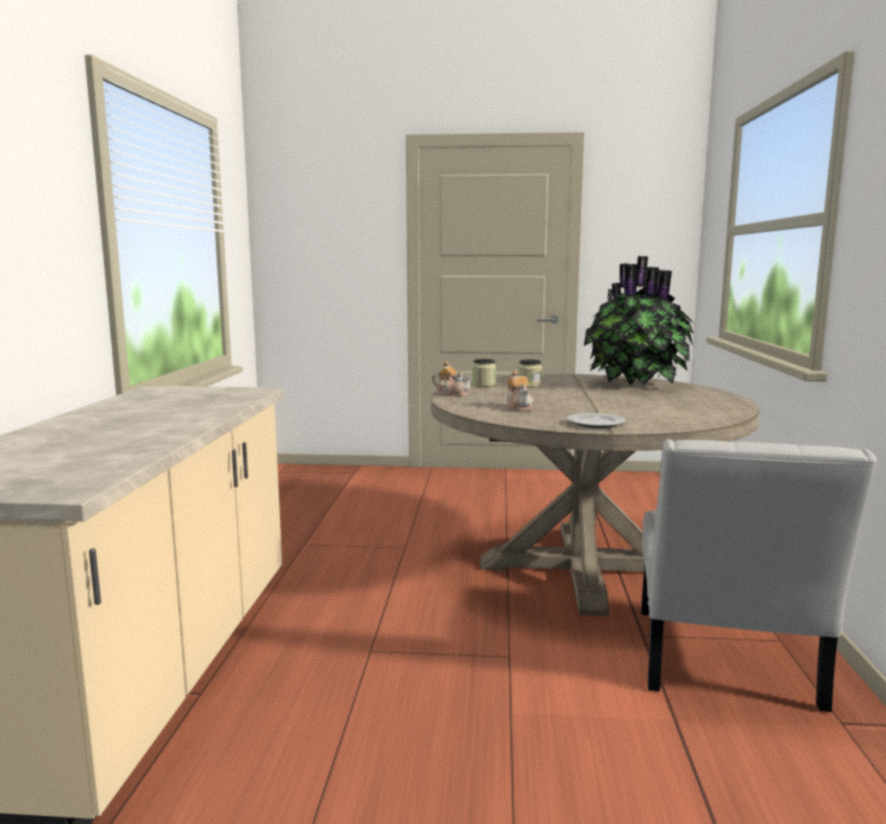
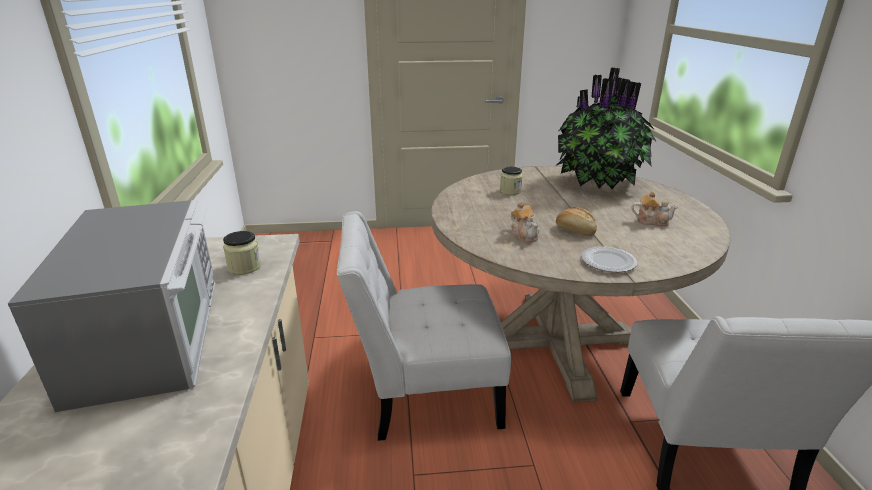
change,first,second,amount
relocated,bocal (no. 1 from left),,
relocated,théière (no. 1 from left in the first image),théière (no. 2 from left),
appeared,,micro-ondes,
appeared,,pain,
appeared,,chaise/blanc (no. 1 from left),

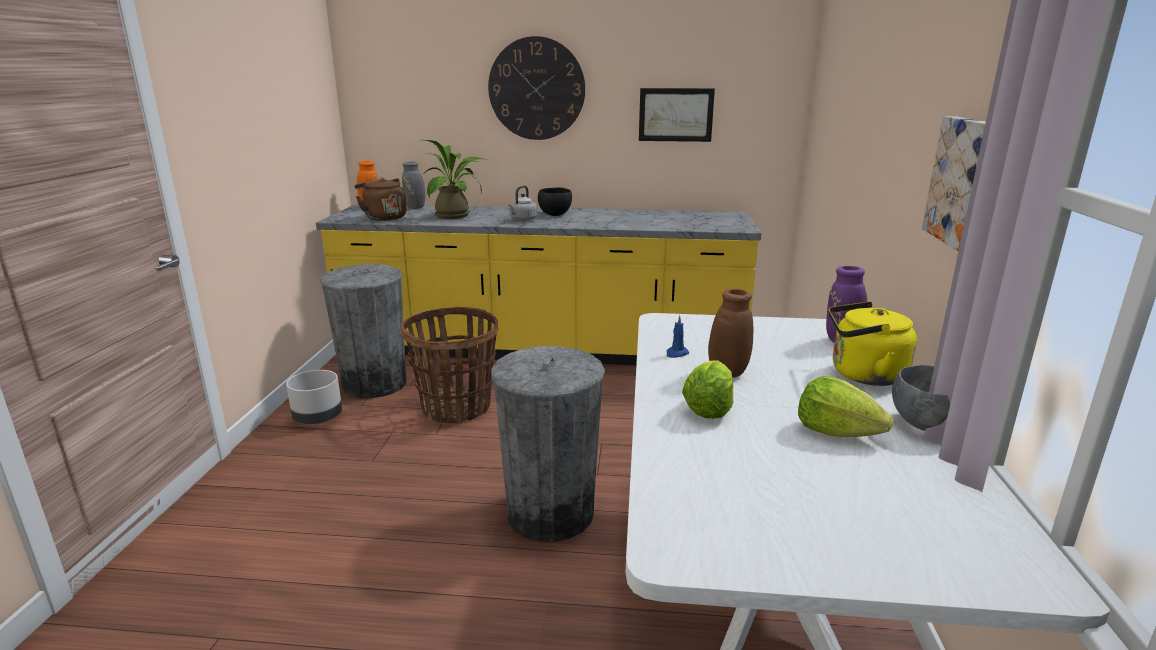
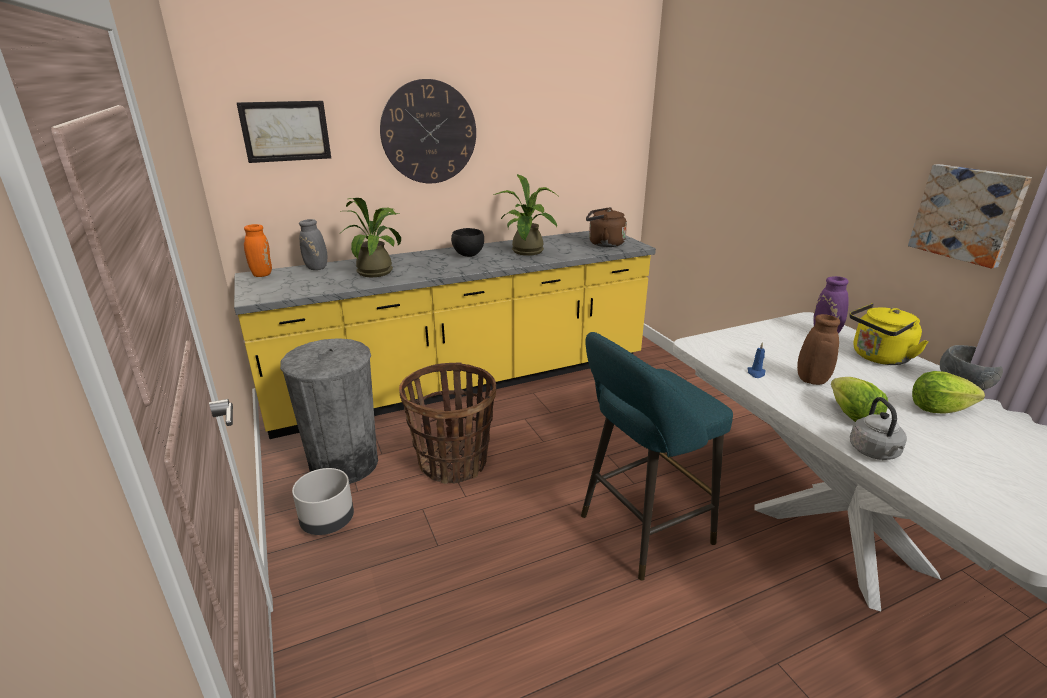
change,first,second,amount
relocated,tableau (no. 1 from left),,
relocated,bouilloire/marron,,
relocated,bouilloire/gris,,
exchanged,poubelle/gris (no. 2 from left),tabouret/turquoise,
appeared,,plante en pot (no. 2 from left),

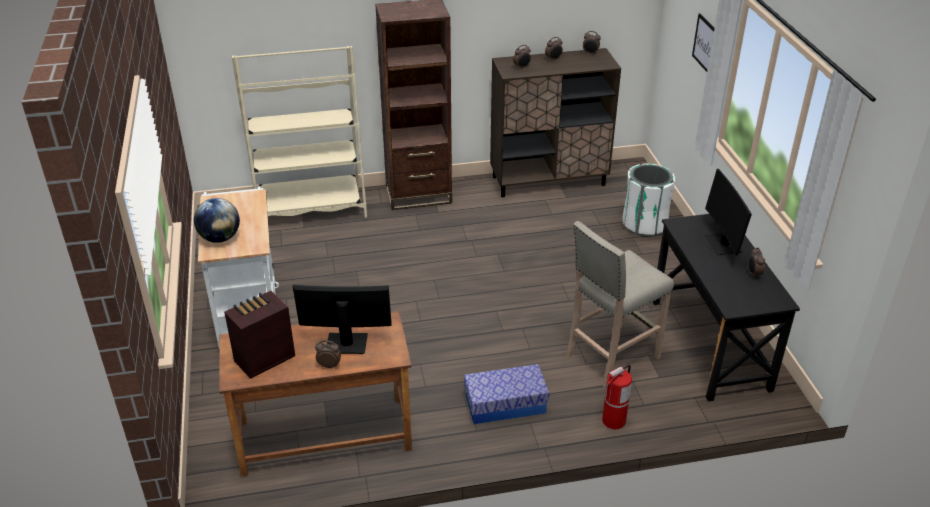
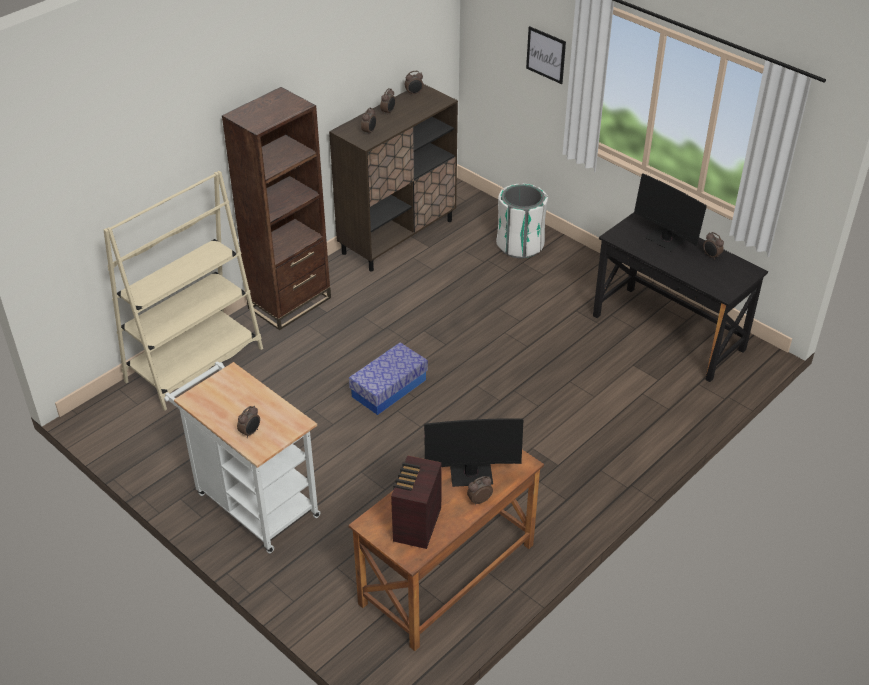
change,first,second,amount
exchanged,globe,réveil (no. 1 from left),
missing,tabouret/beige,,
spun,écran d'ordinateur (no. 1 from left),,150 degrees counterclockwise
relocated,boîte de rangement,,
missing,extincteur,,

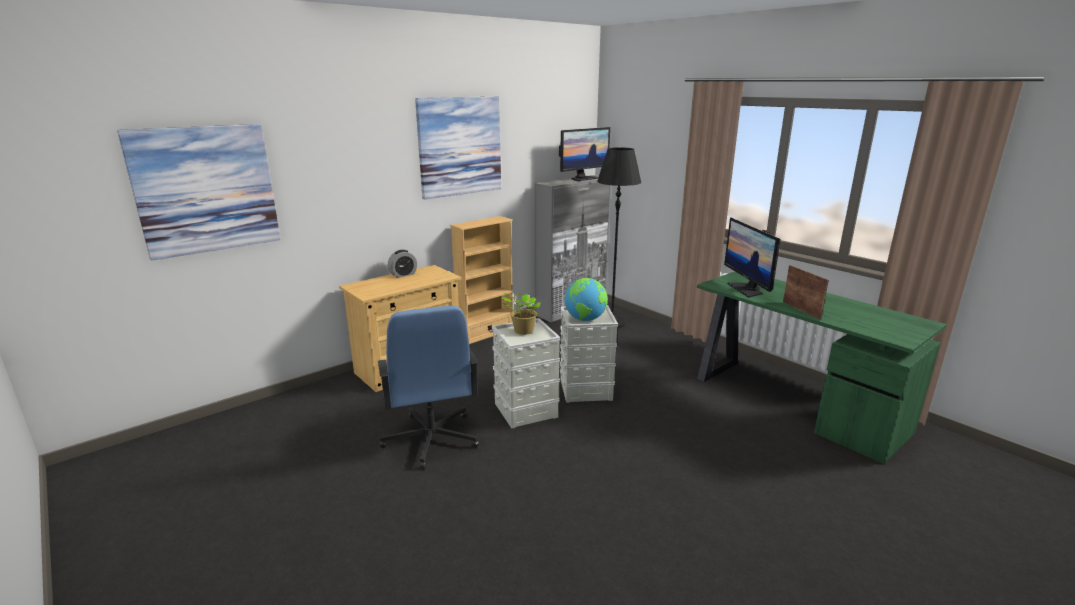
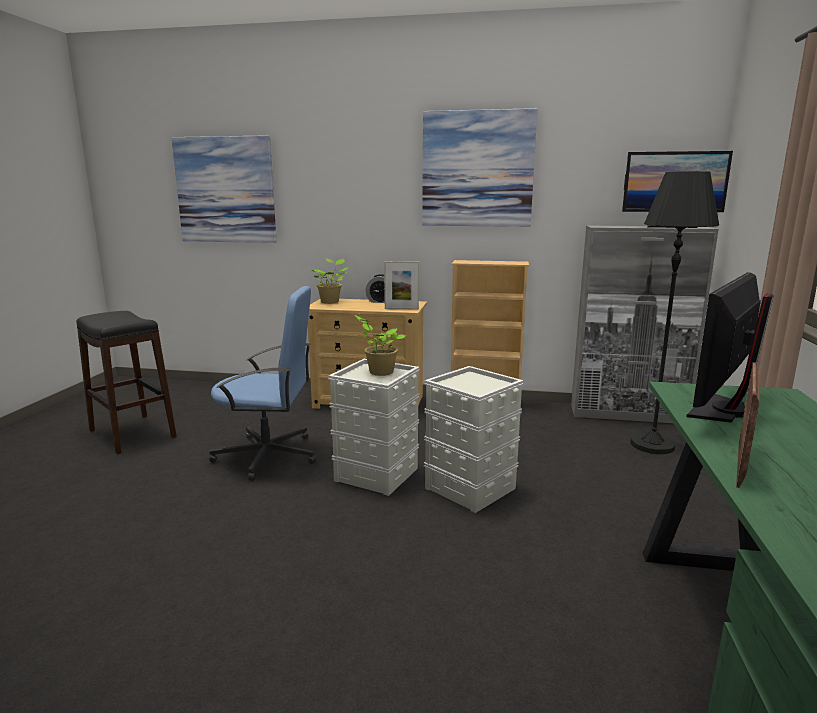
change,first,second,amount
missing,globe,,
spun,chaise de bureau/bleu,,120 degrees counterclockwise
appeared,,plante en pot (no. 1 from left),
appeared,,cadre photo (no. 1 from left),
appeared,,tabouret/noir,

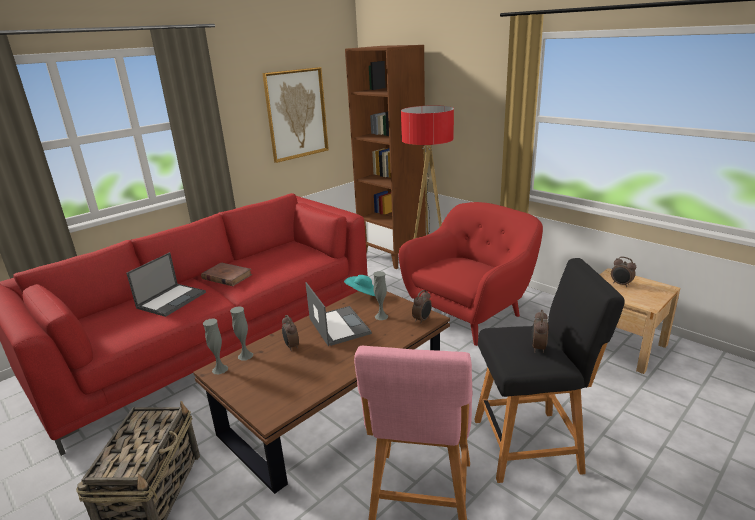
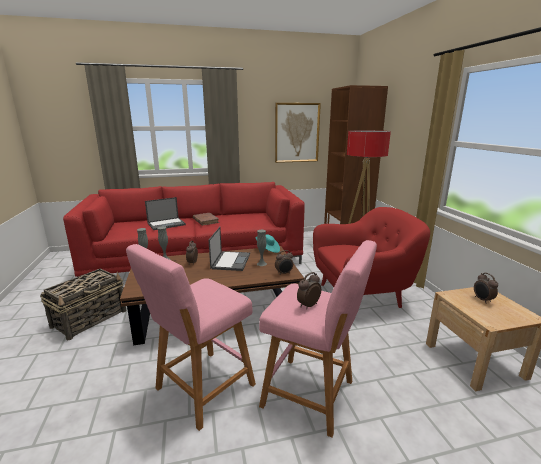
change,first,second,amount
colour,tabouret/noir,tabouret/rose (no. 2 from left),

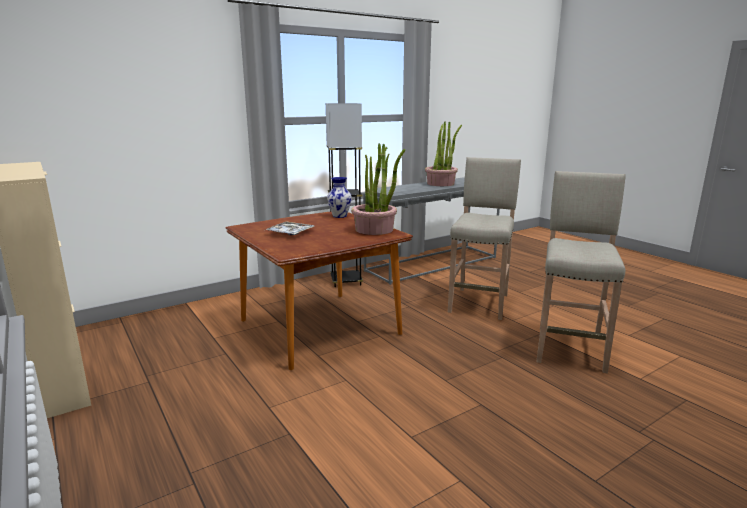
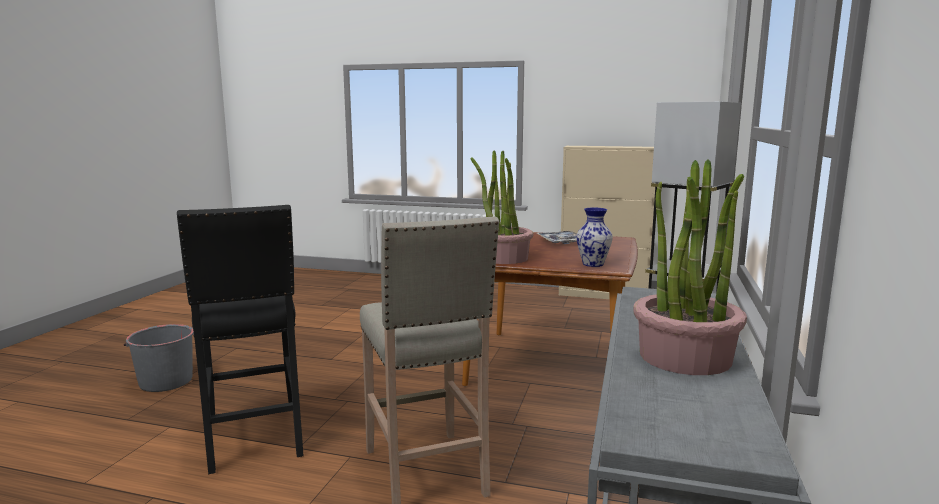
change,first,second,amount
colour,tabouret/beige (no. 2 from left),tabouret/noir,
appeared,,seau/gris,

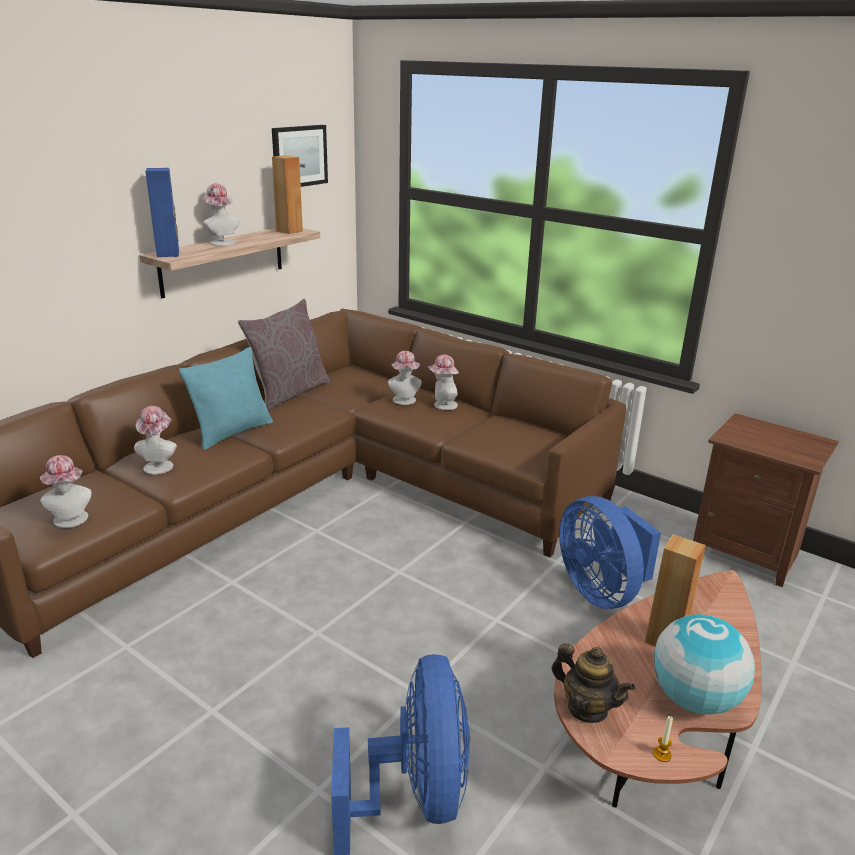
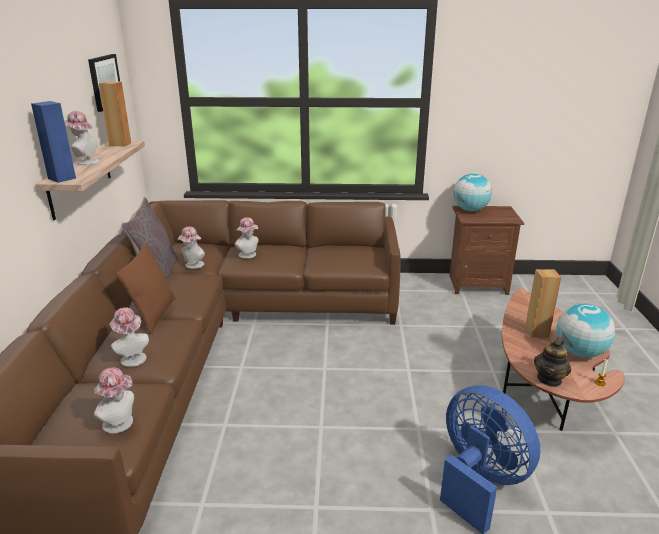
change,first,second,amount
colour,coussin/turquoise,coussin/marron,
relocated,chapeau (no. 5 from left in the first image),chapeau (no. 4 from left),
missing,ventilateur/bleu (no. 2 from left),,
spun,théière,,120 degrees clockwise
appeared,,globe (no. 1 from left),

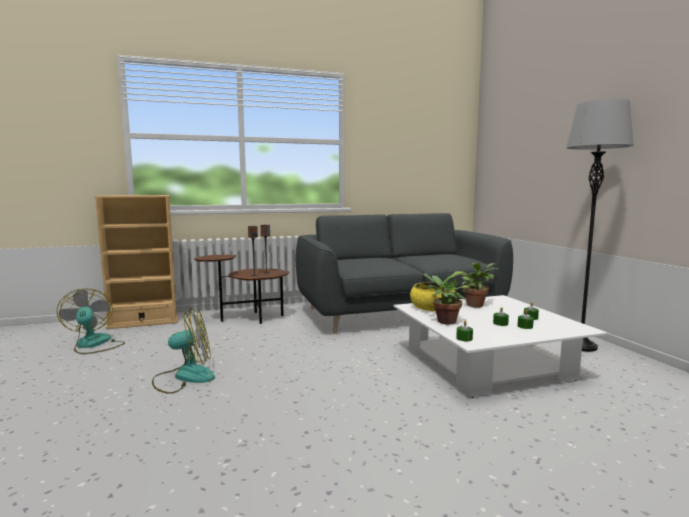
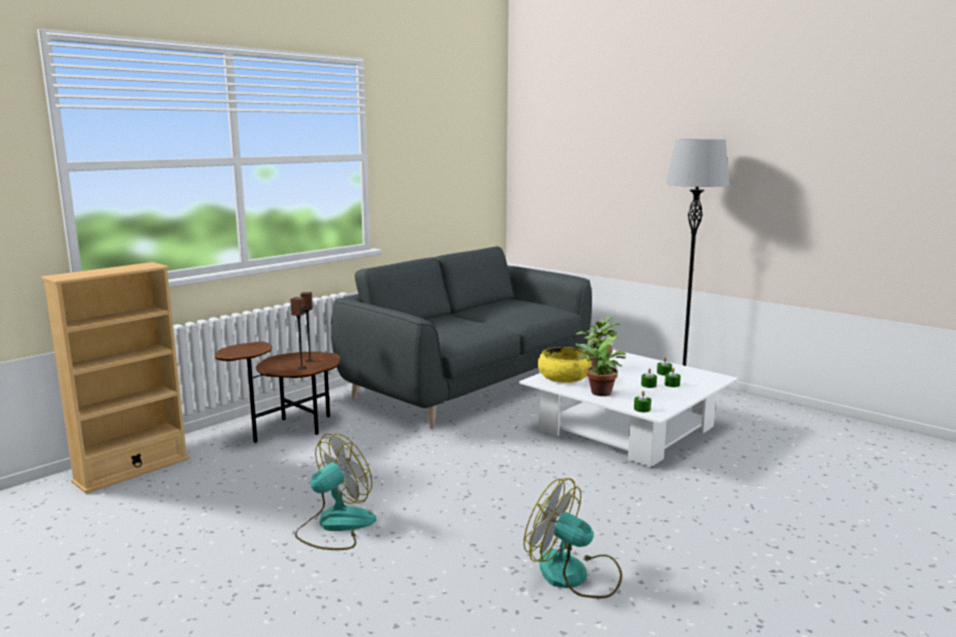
change,first,second,amount
relocated,ventilateur (no. 1 from left in the first image),ventilateur (no. 2 from left),

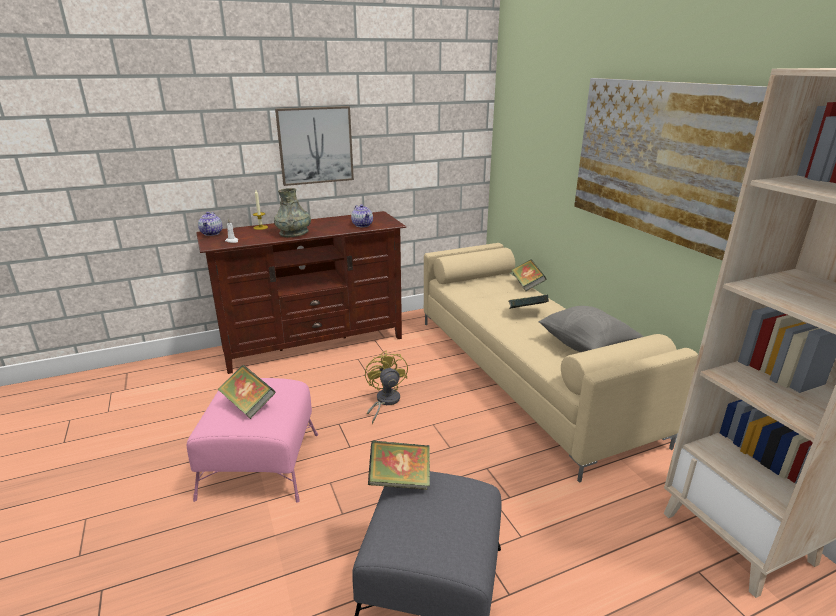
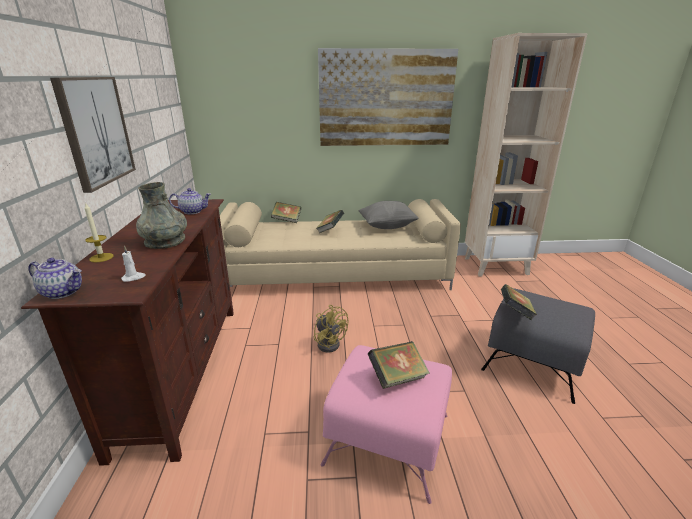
change,first,second,amount
spun,ventilateur/jaune,,135 degrees counterclockwise

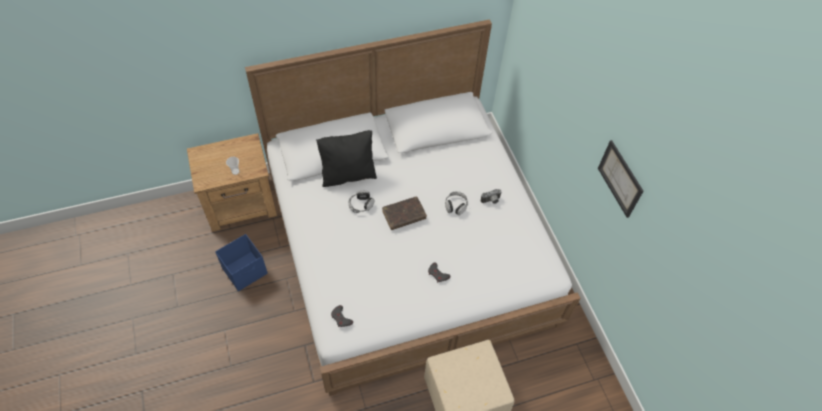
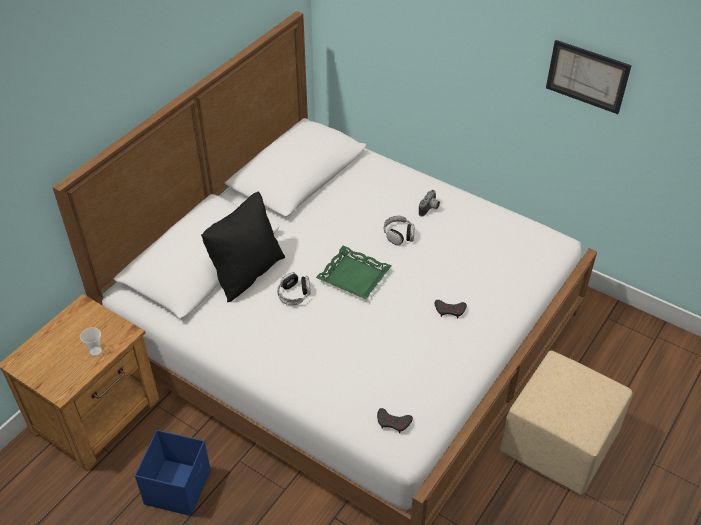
change,first,second,amount
exchanged,livre/marron,plateau/vert,

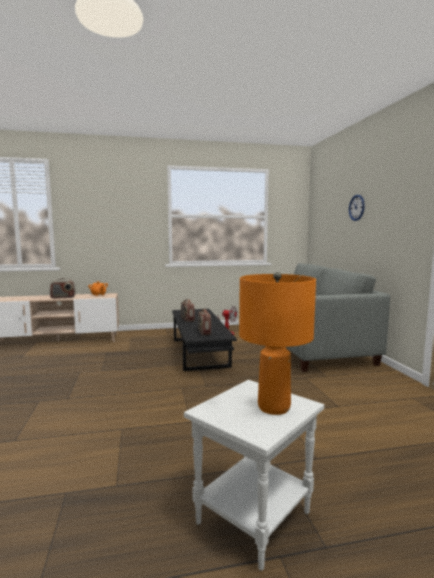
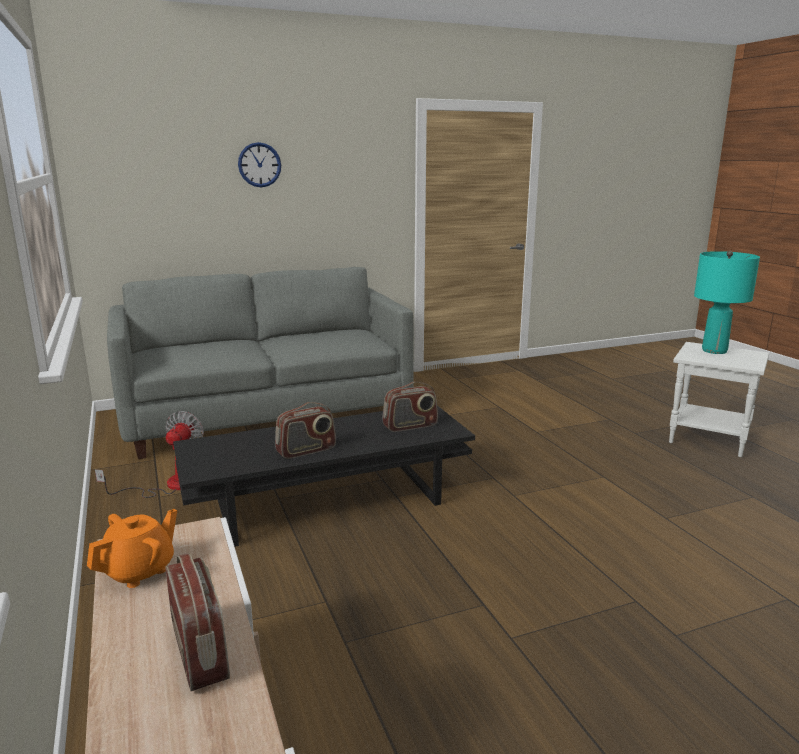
change,first,second,amount
colour,lampe de table/orange,lampe de table/turquoise,

